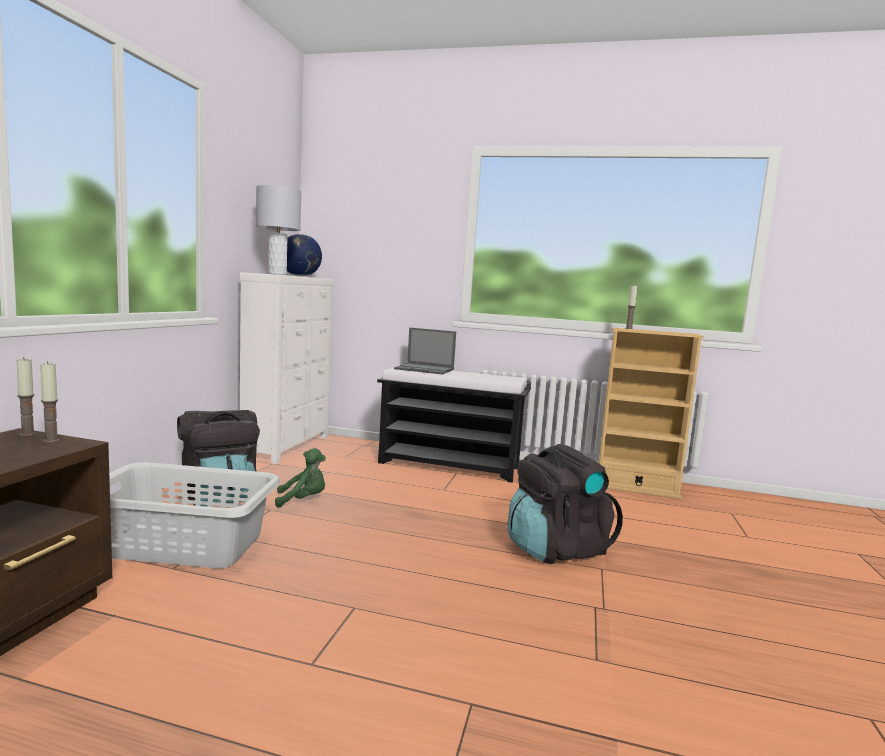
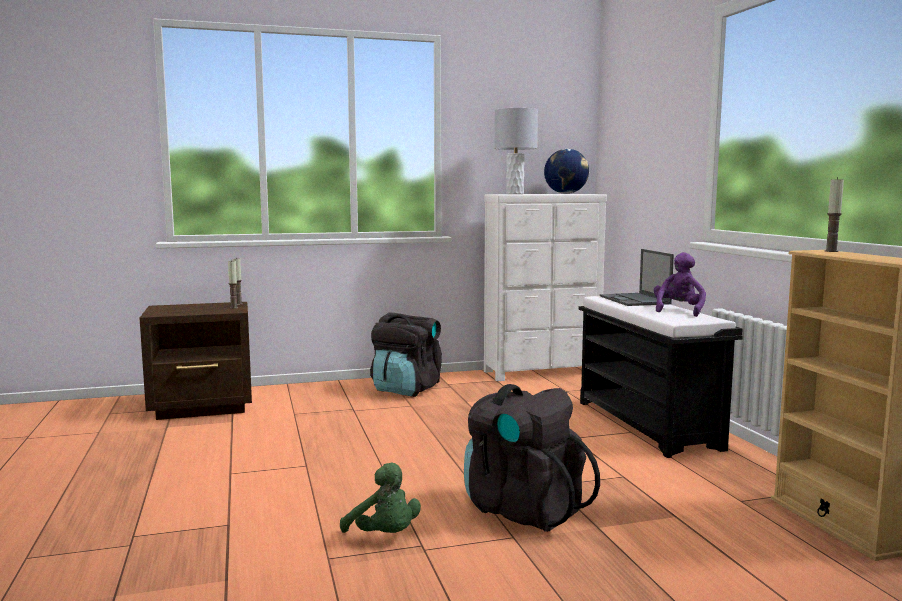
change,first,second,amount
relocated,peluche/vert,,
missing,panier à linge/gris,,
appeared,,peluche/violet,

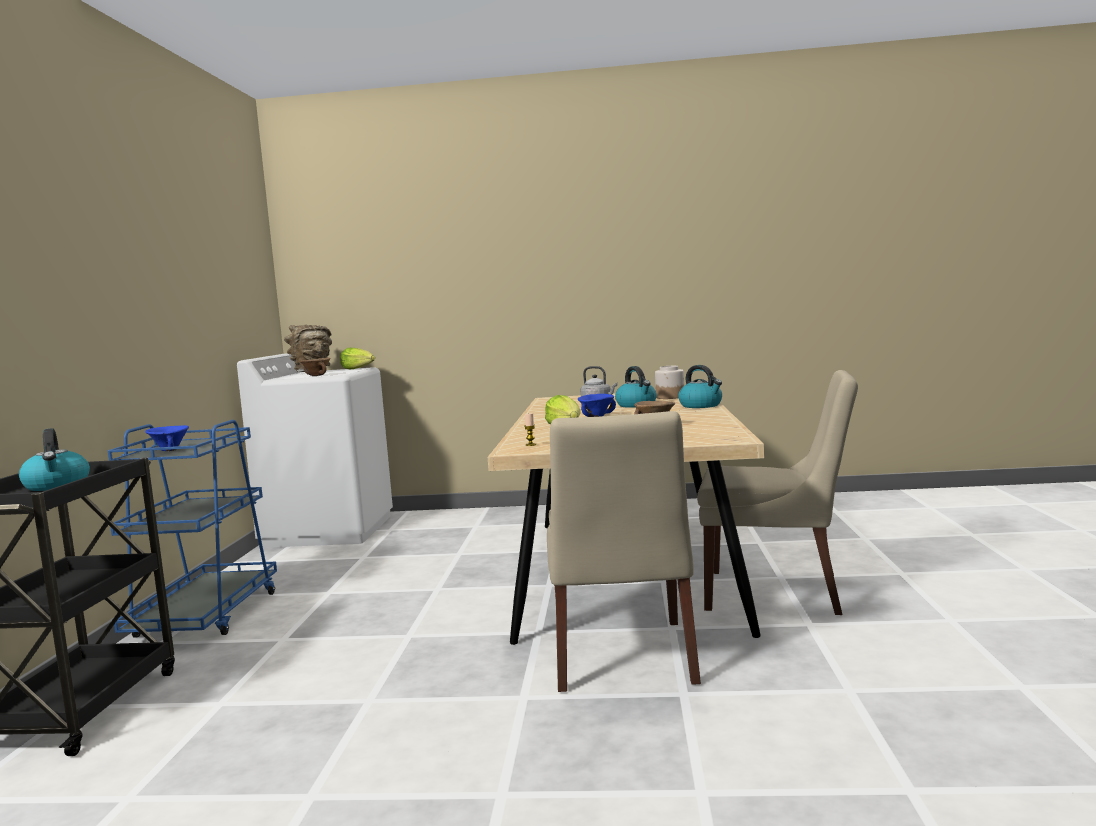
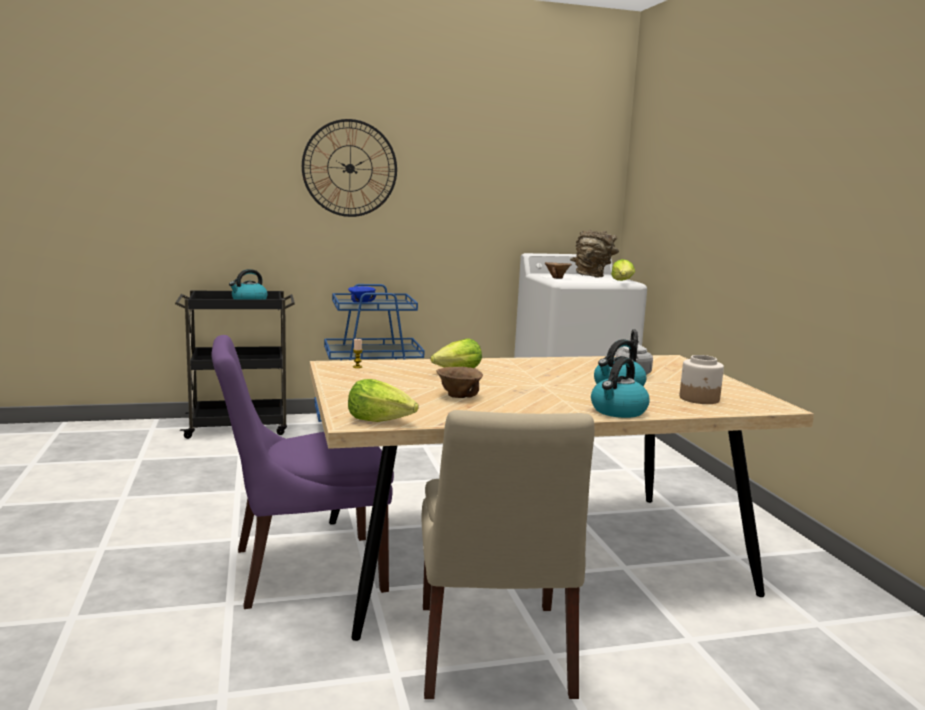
change,first,second,amount
missing,bol/bleu (no. 2 from left),,
colour,chaise/beige (no. 1 from left),chaise/violet,
appeared,,horloge murale,
appeared,,laitue (no. 1 from left),

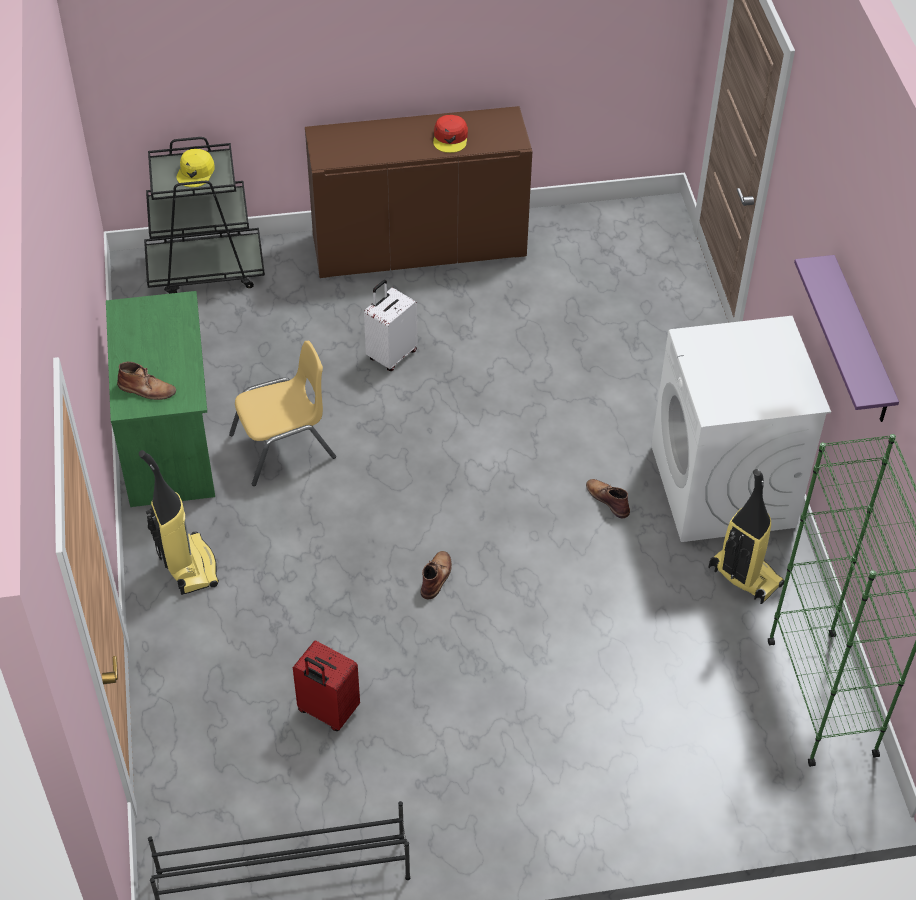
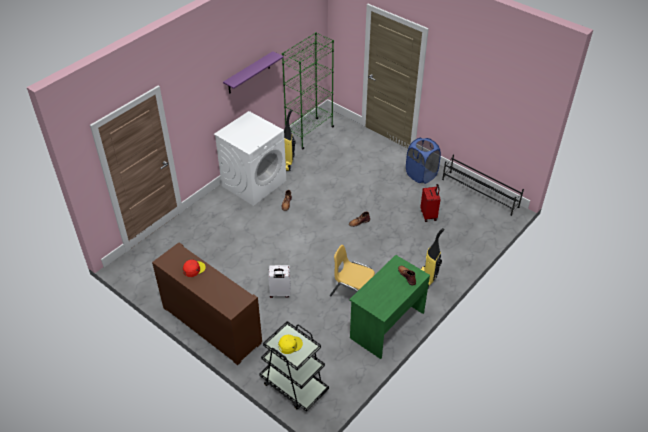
change,first,second,amount
appeared,,panier à linge/bleu,

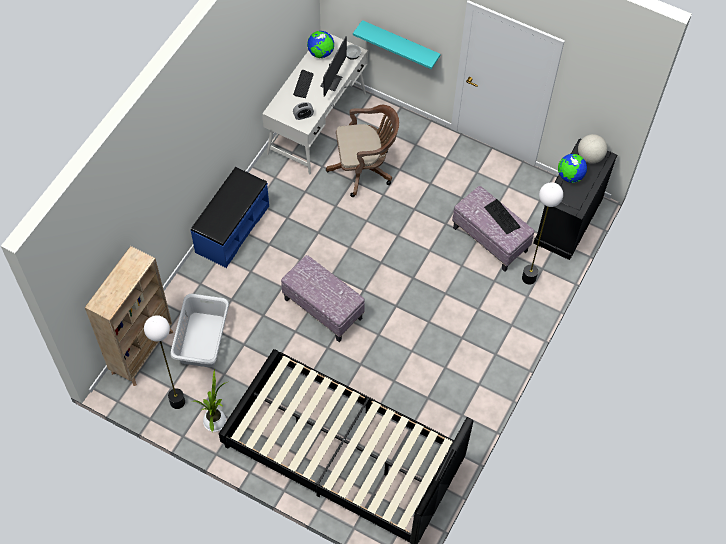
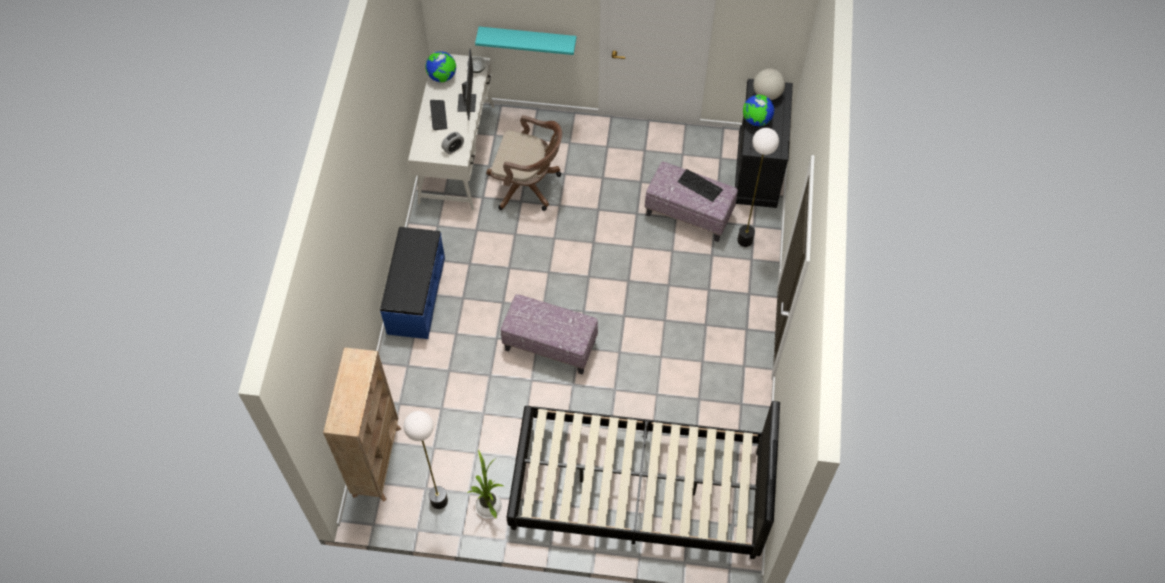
change,first,second,amount
spun,chaise de bureau/marron,,45 degrees clockwise
missing,panier à linge/gris,,

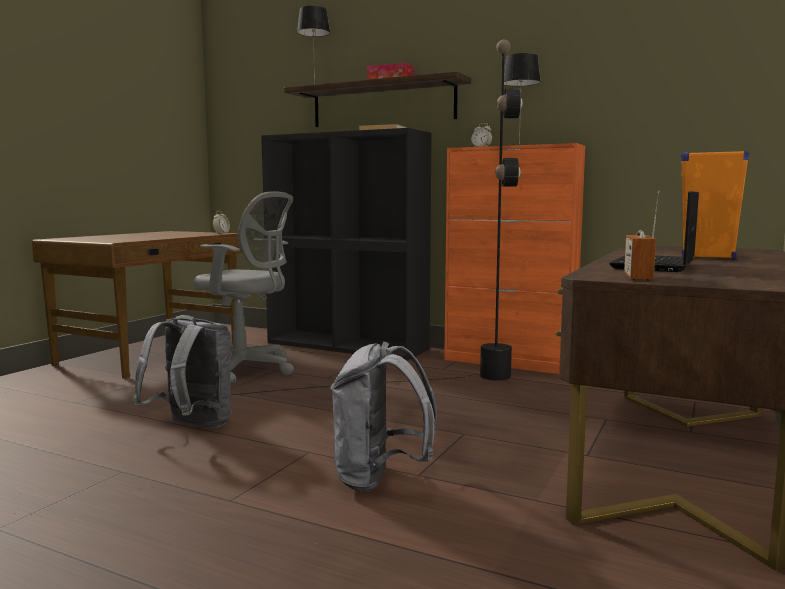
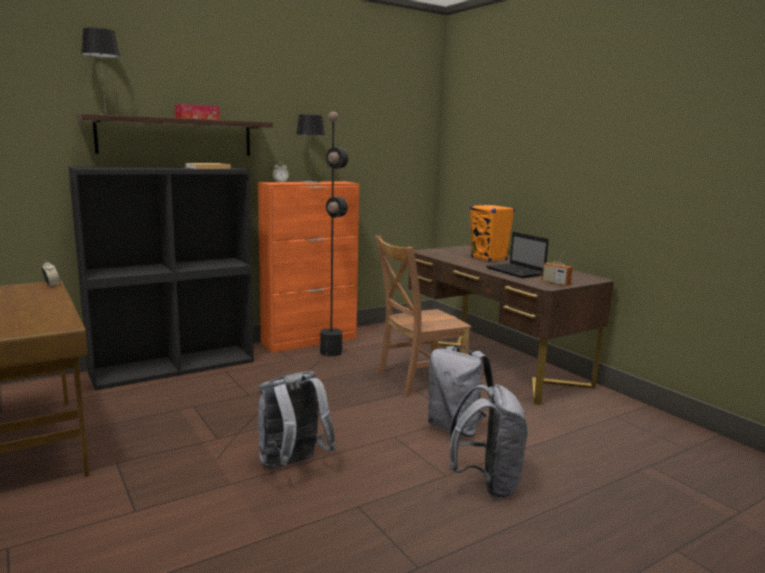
change,first,second,amount
missing,chaise de bureau/gris,,
appeared,,chaise/marron,
appeared,,sac à dos/gris (no. 3 from left),

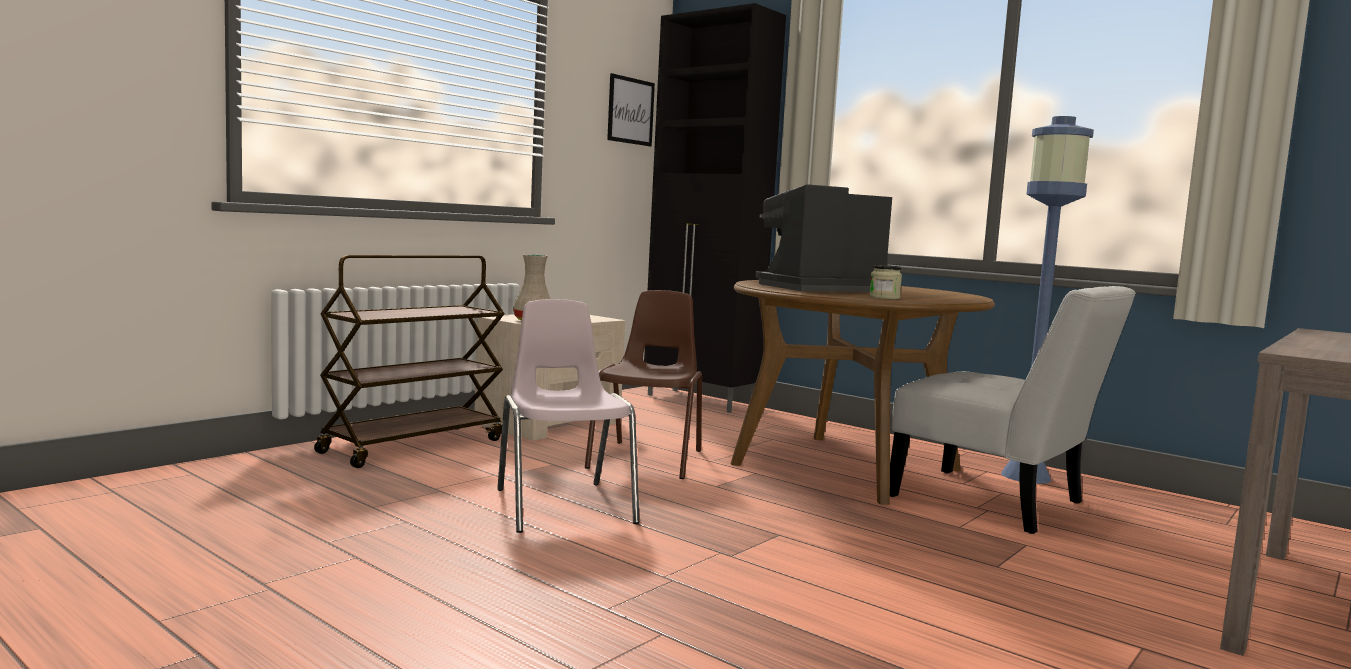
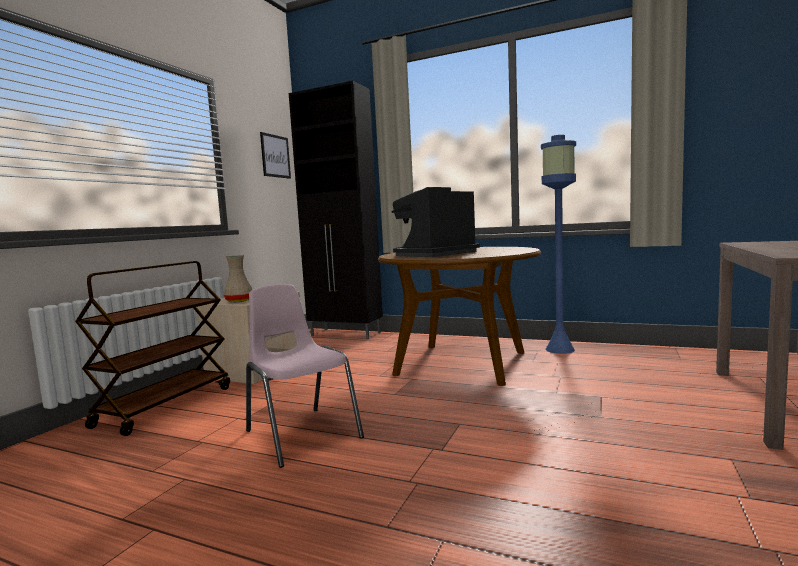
change,first,second,amount
missing,bocal,,
missing,chaise/blanc,,
missing,chaise/marron,,

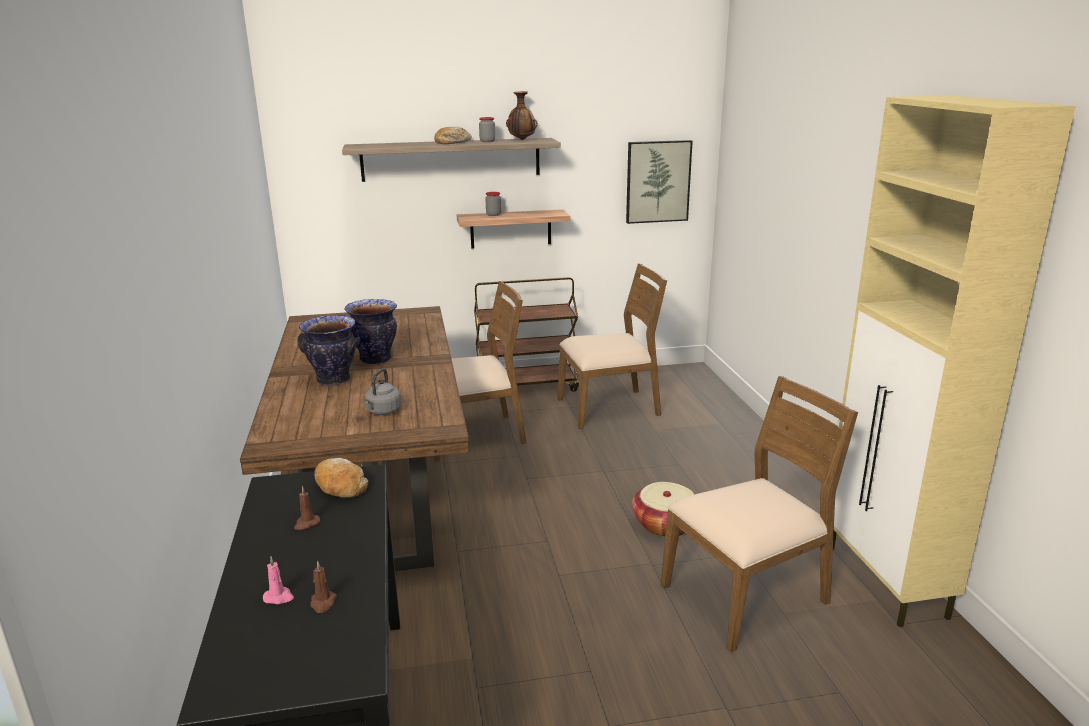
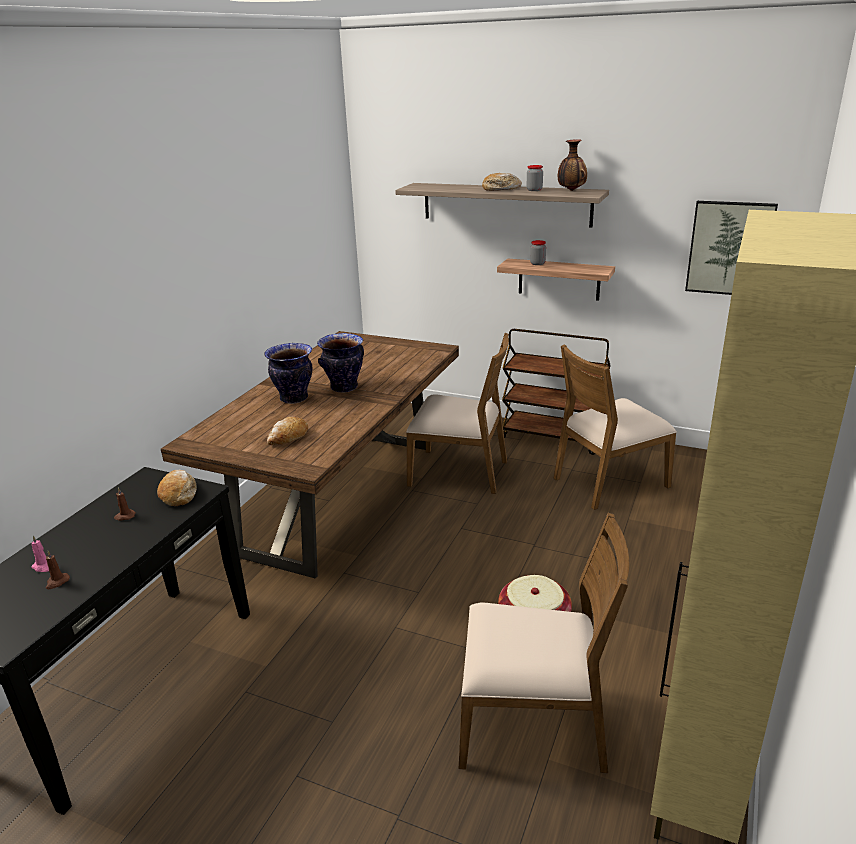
change,first,second,amount
spun,chaise/marron (no. 2 from left in the first image),chaise/marron (no. 3 from left),135 degrees clockwise
exchanged,bouilloire/gris,pain (no. 2 from left),

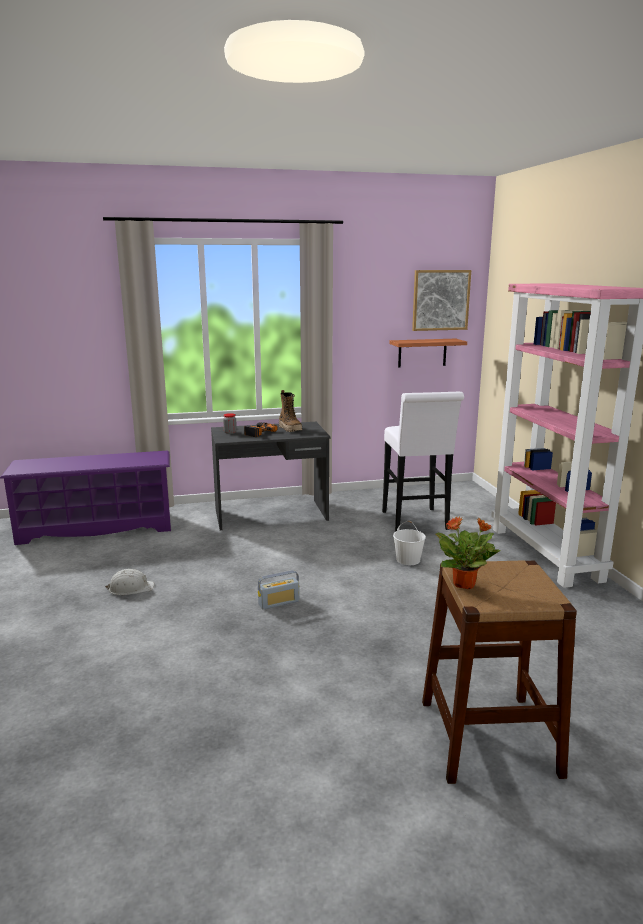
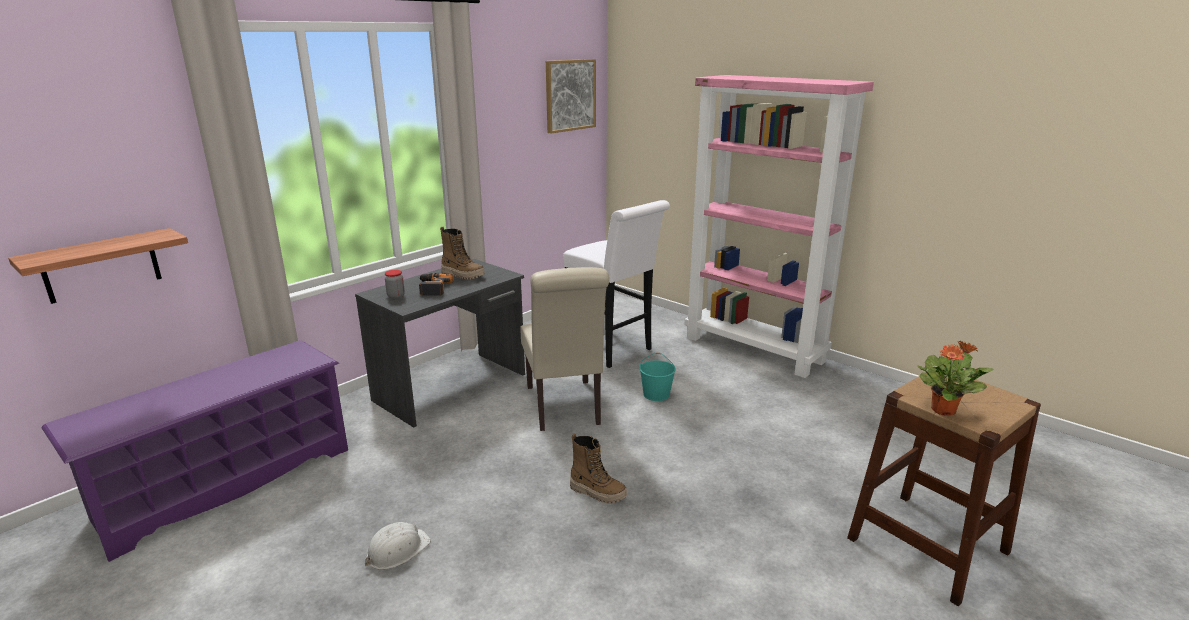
change,first,second,amount
relocated,étagère,,
colour,seau/blanc,seau/turquoise,
exchanged,radio,botte (no. 2 from left),
appeared,,chaise/beige,

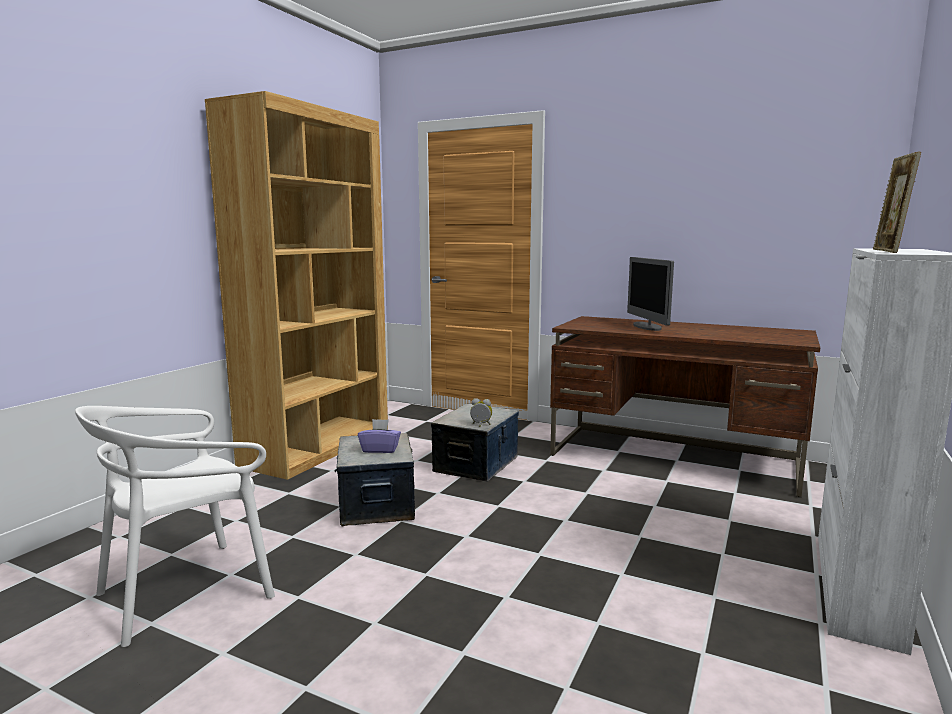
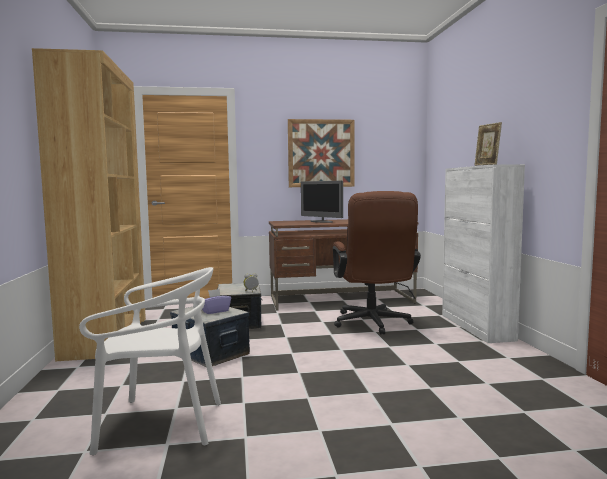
change,first,second,amount
spun,chaise/blanc,,105 degrees counterclockwise
appeared,,tableau,
appeared,,chaise de bureau/marron,

